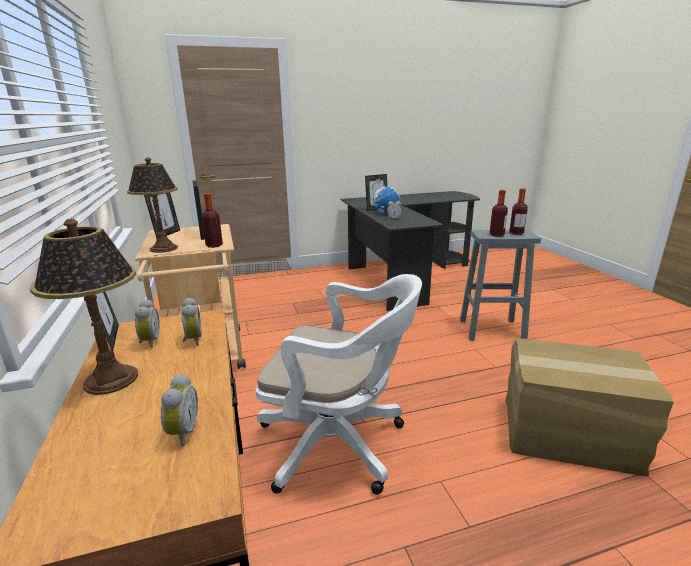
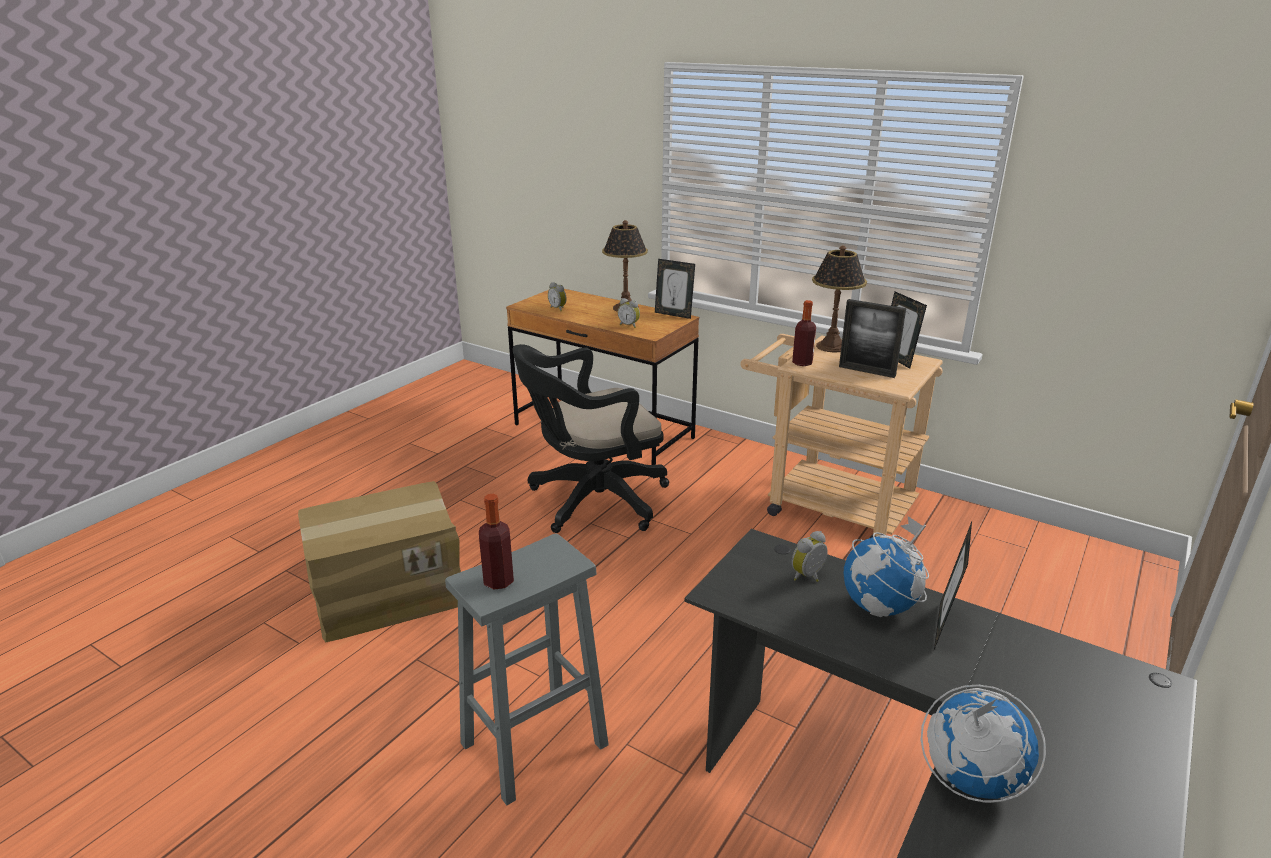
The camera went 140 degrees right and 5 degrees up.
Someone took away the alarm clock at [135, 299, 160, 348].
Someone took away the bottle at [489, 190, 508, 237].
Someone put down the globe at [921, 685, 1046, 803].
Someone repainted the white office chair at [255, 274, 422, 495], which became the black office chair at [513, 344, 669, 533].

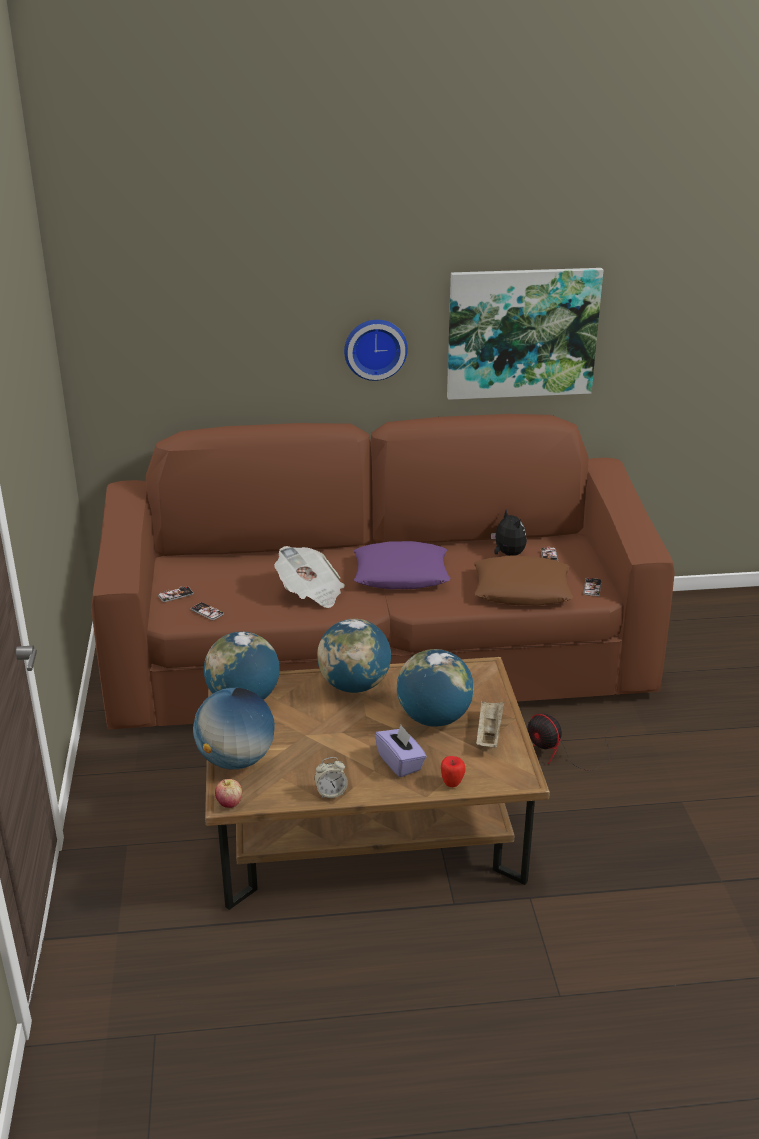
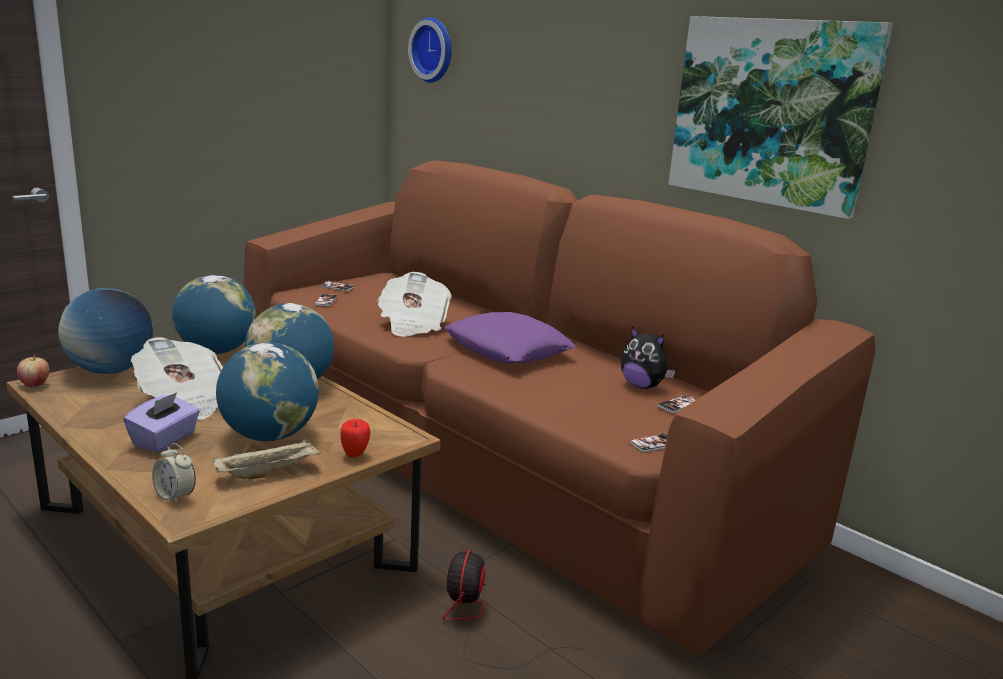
The camera went 50 degrees right and 10 degrees down.
Someone took away the brown pillow at [474, 555, 574, 606].
Someone put down the newspaper at [131, 337, 223, 420].
Someone carried the alarm clock from [314, 757, 348, 799] to [152, 443, 196, 505].
Someone carried the wall clock from [344, 320, 408, 381] to [408, 17, 452, 83].
Someone carried the apple from [441, 756, 465, 787] to [340, 419, 370, 458].
Someone rotated the plush toy at [491, 509, 527, 556] by 105 degrees clockwise.

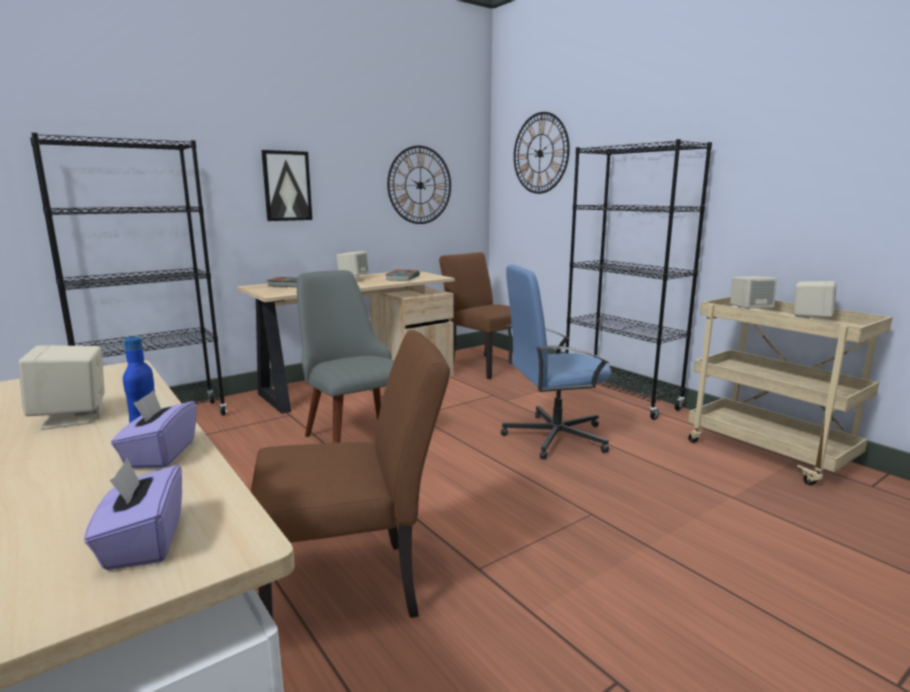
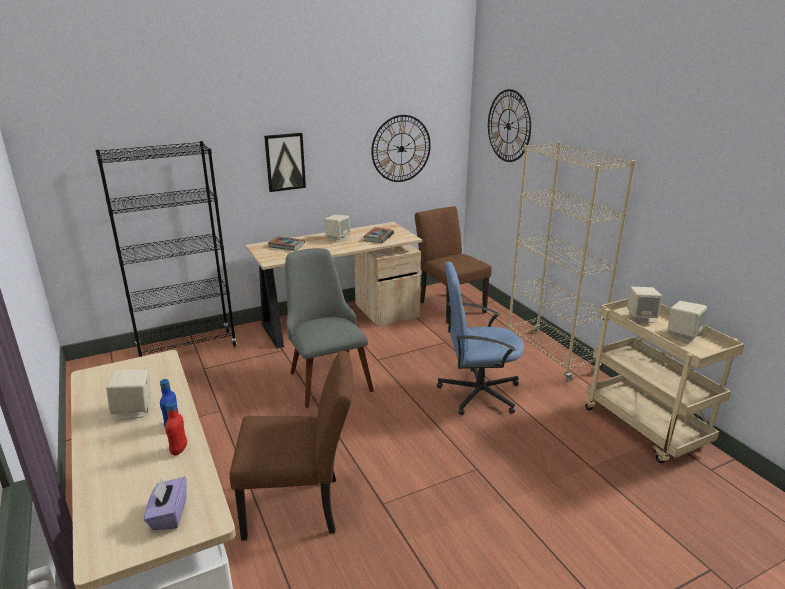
The camera went 10 degrees right and 10 degrees up.
Someone swapped the purple tissue box at [111, 390, 196, 468] for the red bottle at [165, 401, 187, 455].
Someone repainted the black bookcase at [565, 139, 712, 420], which became the beige bookcase at [508, 142, 635, 383].

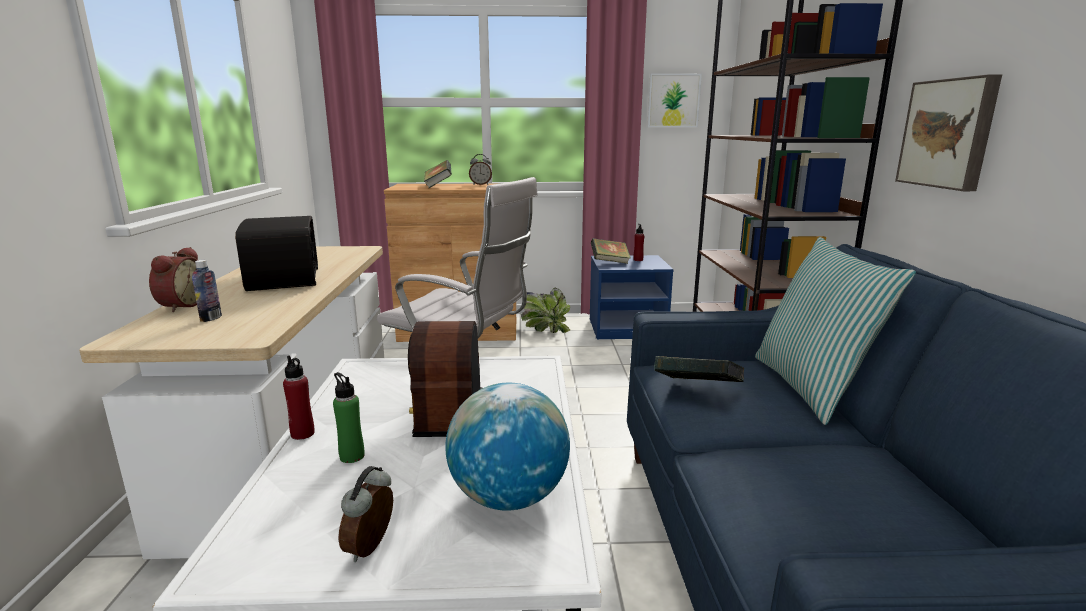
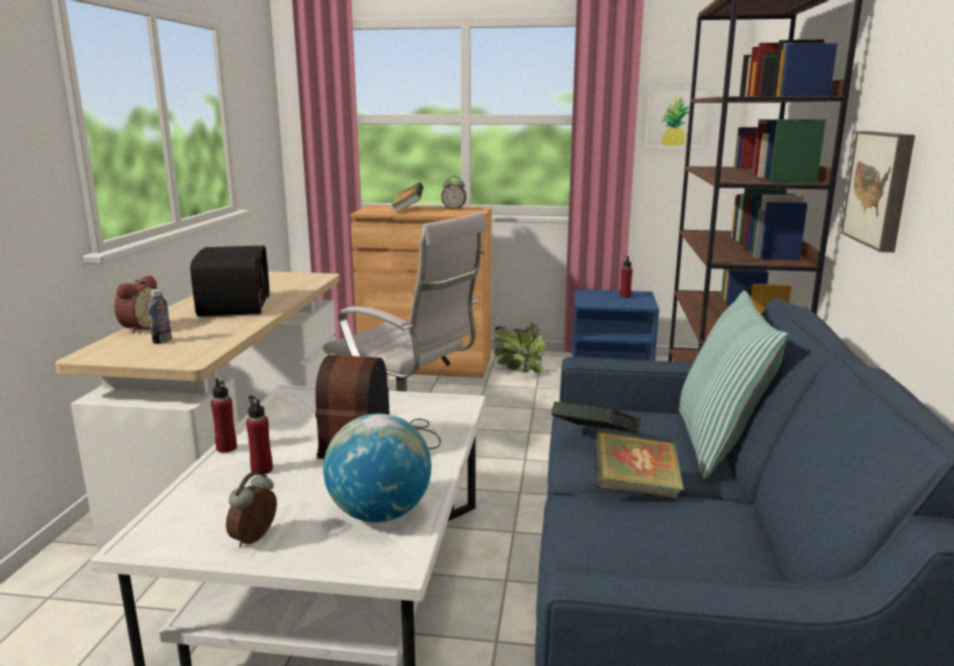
The camera went 10 degrees right and 0 degrees up.
Someone carried the book from [591, 238, 631, 264] to [593, 431, 684, 499].
Someone repainted the green bottle at [333, 372, 364, 463], which became the red bottle at [246, 396, 273, 475].

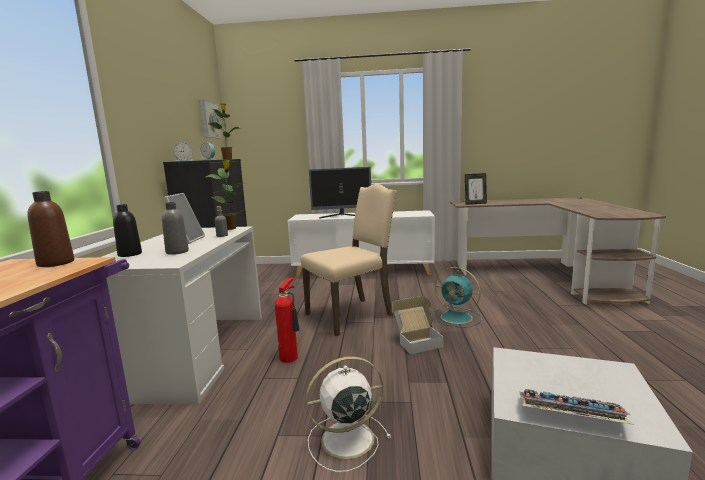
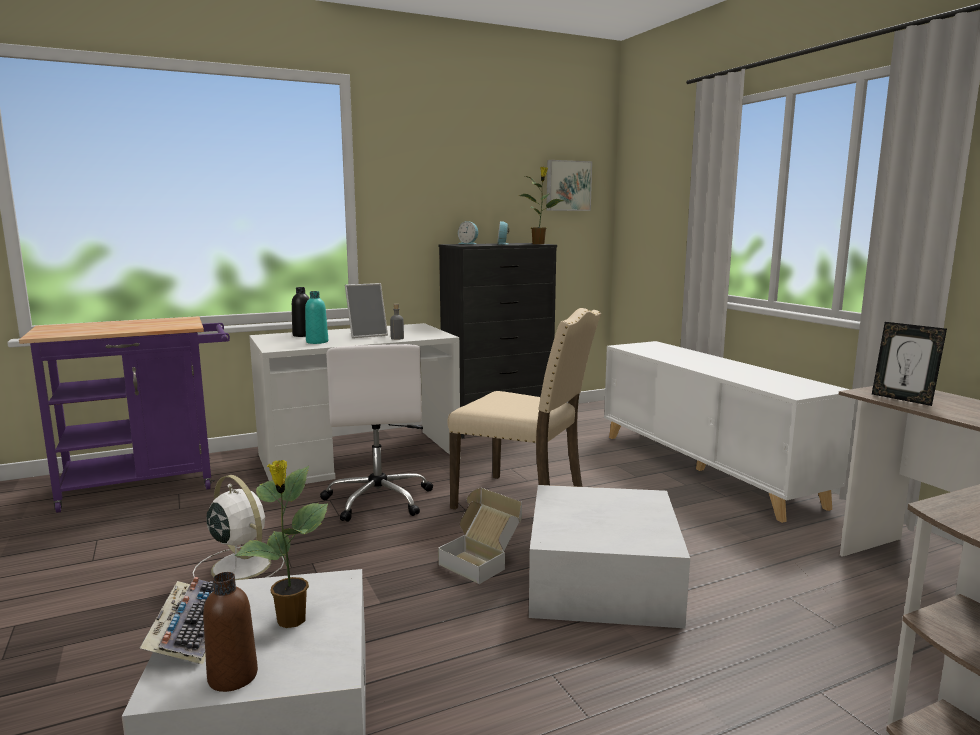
The camera went 60 degrees right and 0 degrees up.
Someone took away the monitor at [309, 167, 371, 219].
Someone carried the brown bottle from [27, 191, 74, 267] to [203, 572, 258, 692].
Someone carried the potted plant from [206, 160, 245, 230] to [235, 460, 328, 628].
Someone swapped the fire extinguisher at [275, 278, 300, 363] for the white office chair at [320, 344, 433, 522].
Someone swapped the turquoise fan at [433, 267, 481, 328] for the white storage box at [529, 485, 690, 628].
Someone repainted the grey bottle at [162, 202, 189, 255], which became the turquoise bottle at [305, 291, 328, 344].

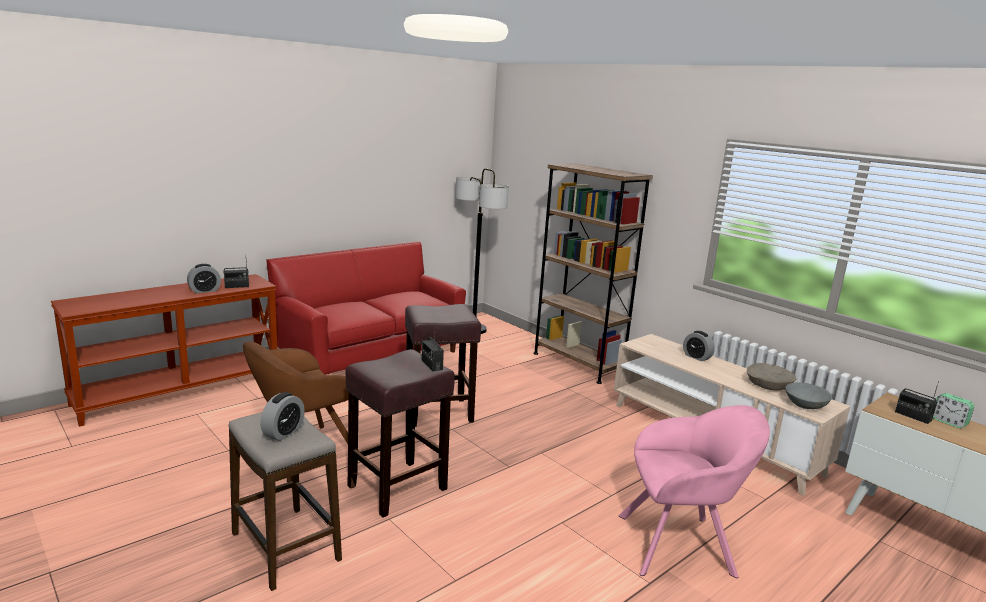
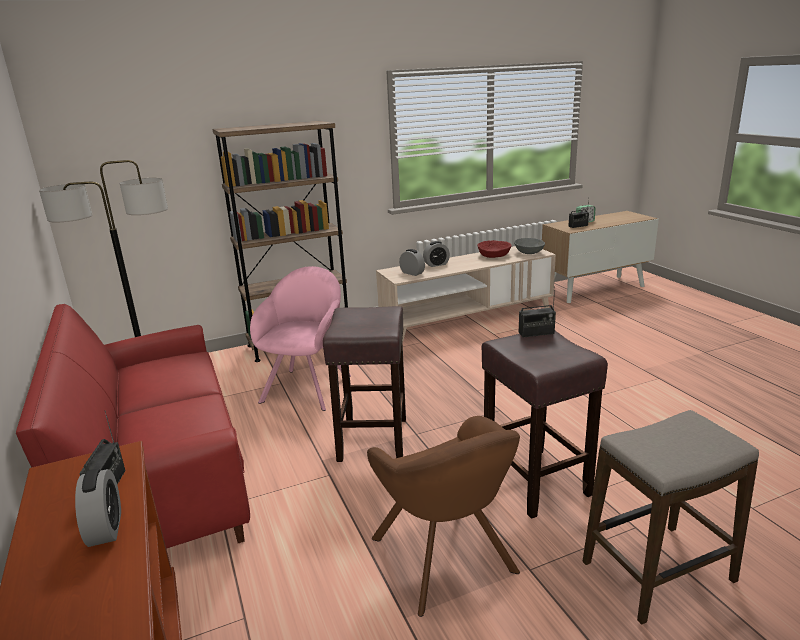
The camera went 70 degrees left and 5 degrees up.
Someone carried the alarm clock from [260, 392, 305, 441] to [399, 249, 425, 276].
Someone carried the pink armchair from [619, 405, 770, 578] to [250, 266, 351, 411].
Someone repainted the beige bowl at [747, 363, 796, 390], which became the red bowl at [477, 240, 512, 258].

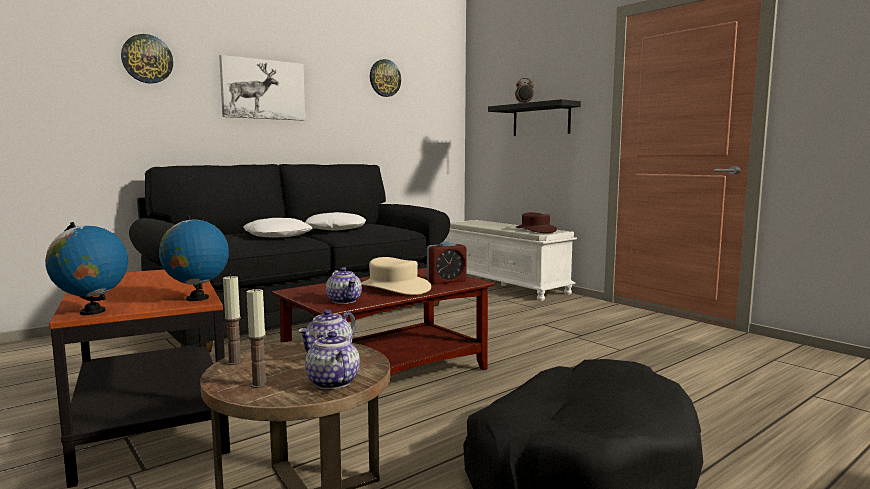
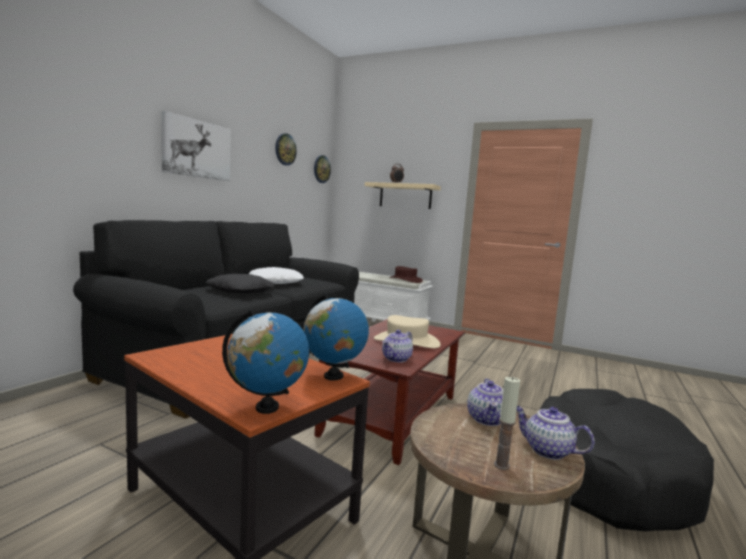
The camera went 25 degrees left and 0 degrees up.
Someone took away the candle at [223, 275, 243, 365].
Someone took away the alarm clock at [427, 241, 467, 284].
Someone carried the wall clock from [121, 34, 173, 84] to [314, 155, 331, 183].
Someone repainted the white pillow at [243, 218, 313, 237], which became the black pillow at [206, 274, 275, 294].
Someone repainted the black shelf at [488, 99, 581, 136], which became the beige shelf at [365, 182, 441, 209].
Someone rotated the teapot at [326, 267, 362, 304] by 90 degrees clockwise.

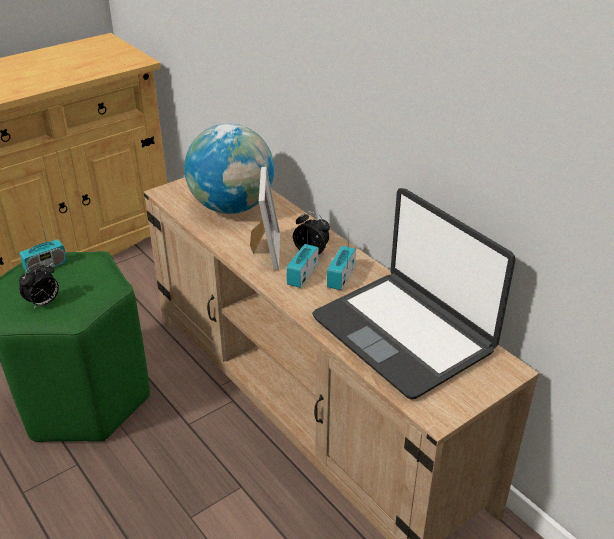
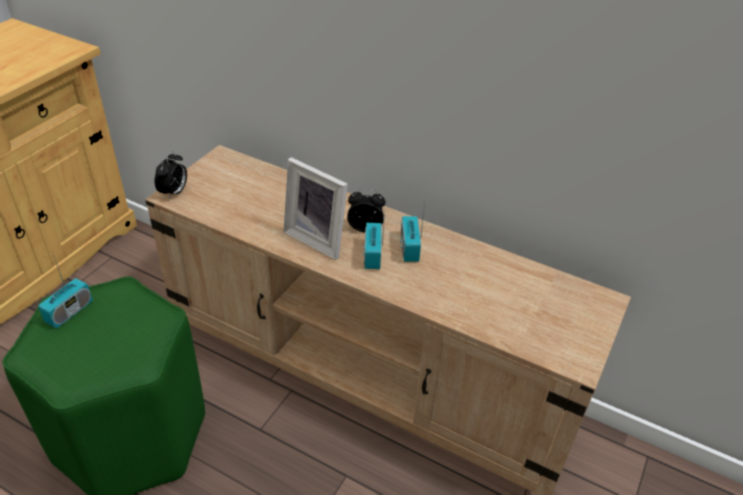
The camera went 25 degrees left and 5 degrees up.
Someone took away the globe at [184, 123, 274, 214].
Someone took away the laptop at [312, 188, 516, 400].
Someone carried the alarm clock from [19, 262, 59, 309] to [155, 151, 187, 200].
Someone rotated the picture frame at [250, 167, 280, 270] by 150 degrees clockwise.

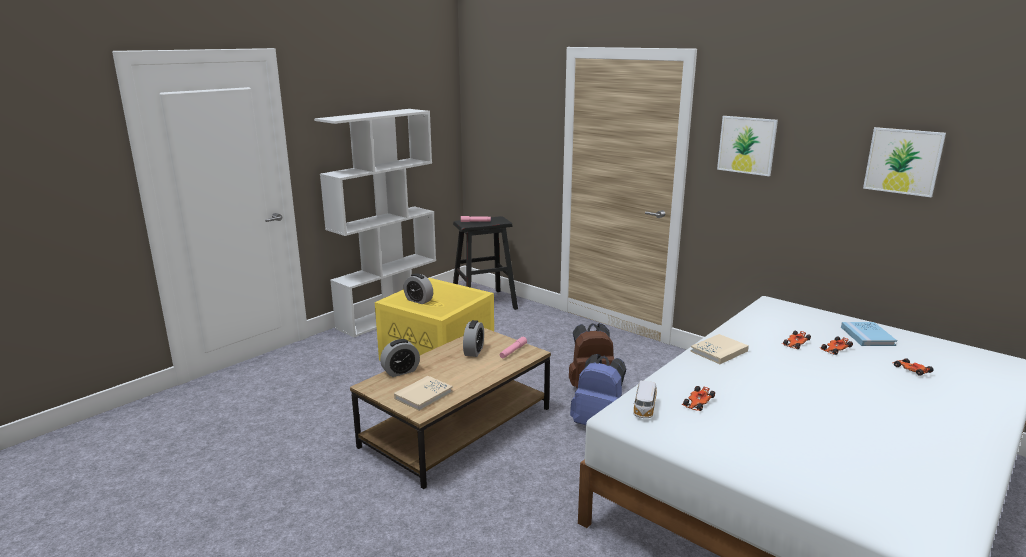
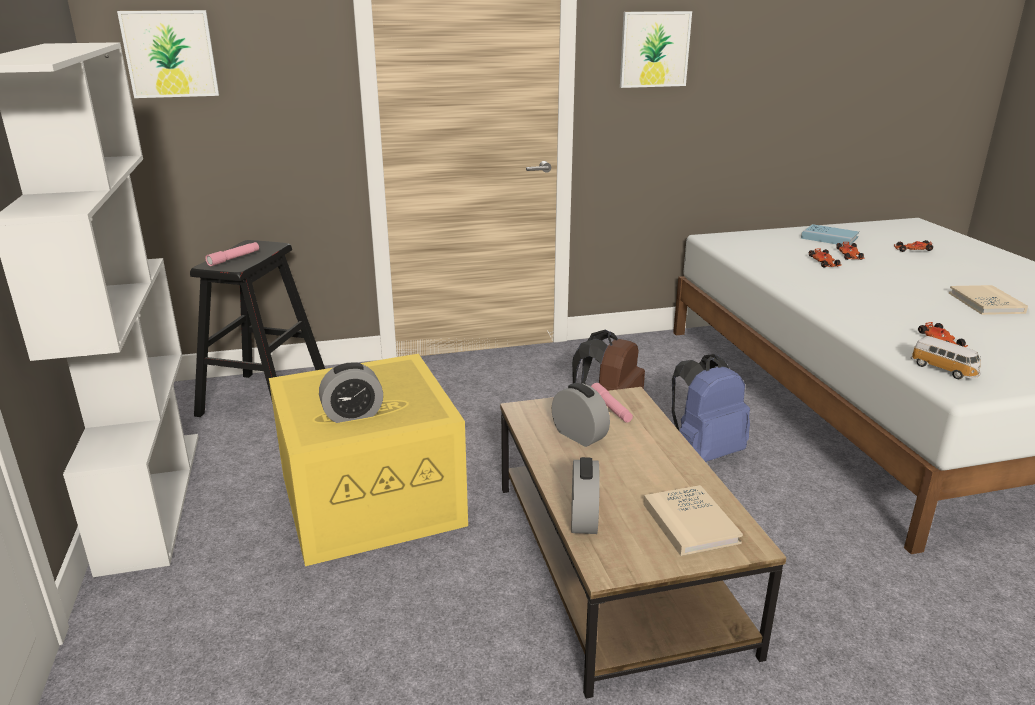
The camera went 55 degrees left and 5 degrees up.
Someone carried the beige book from [690, 334, 749, 364] to [949, 285, 1028, 315].
Someone carried the picture from [863, 127, 946, 197] to [117, 10, 219, 98].

